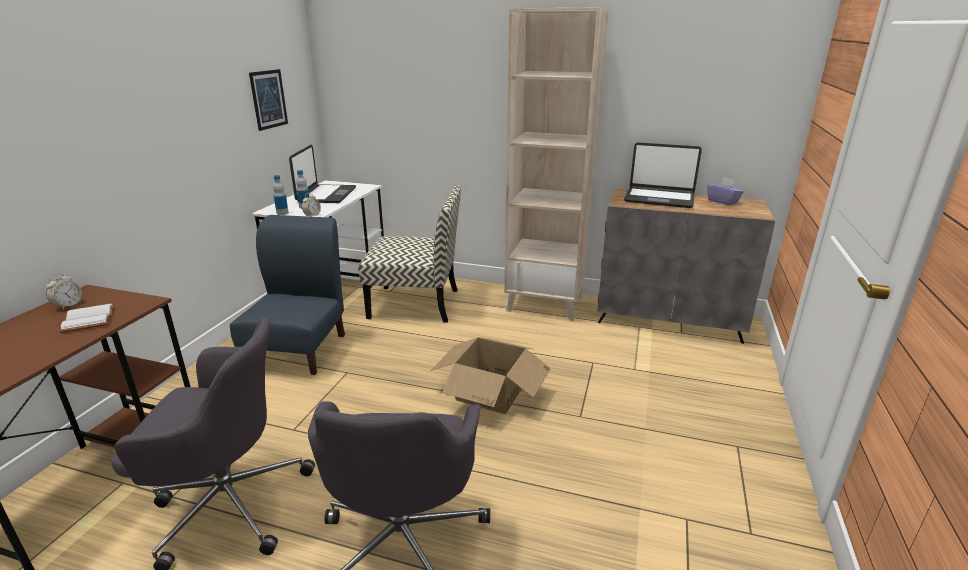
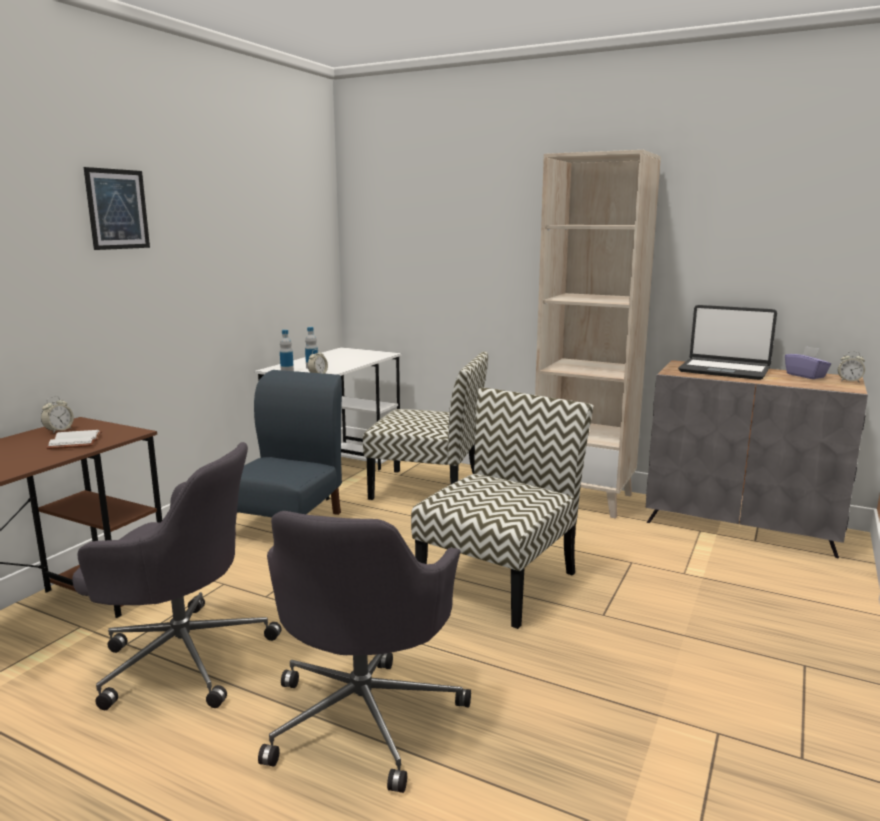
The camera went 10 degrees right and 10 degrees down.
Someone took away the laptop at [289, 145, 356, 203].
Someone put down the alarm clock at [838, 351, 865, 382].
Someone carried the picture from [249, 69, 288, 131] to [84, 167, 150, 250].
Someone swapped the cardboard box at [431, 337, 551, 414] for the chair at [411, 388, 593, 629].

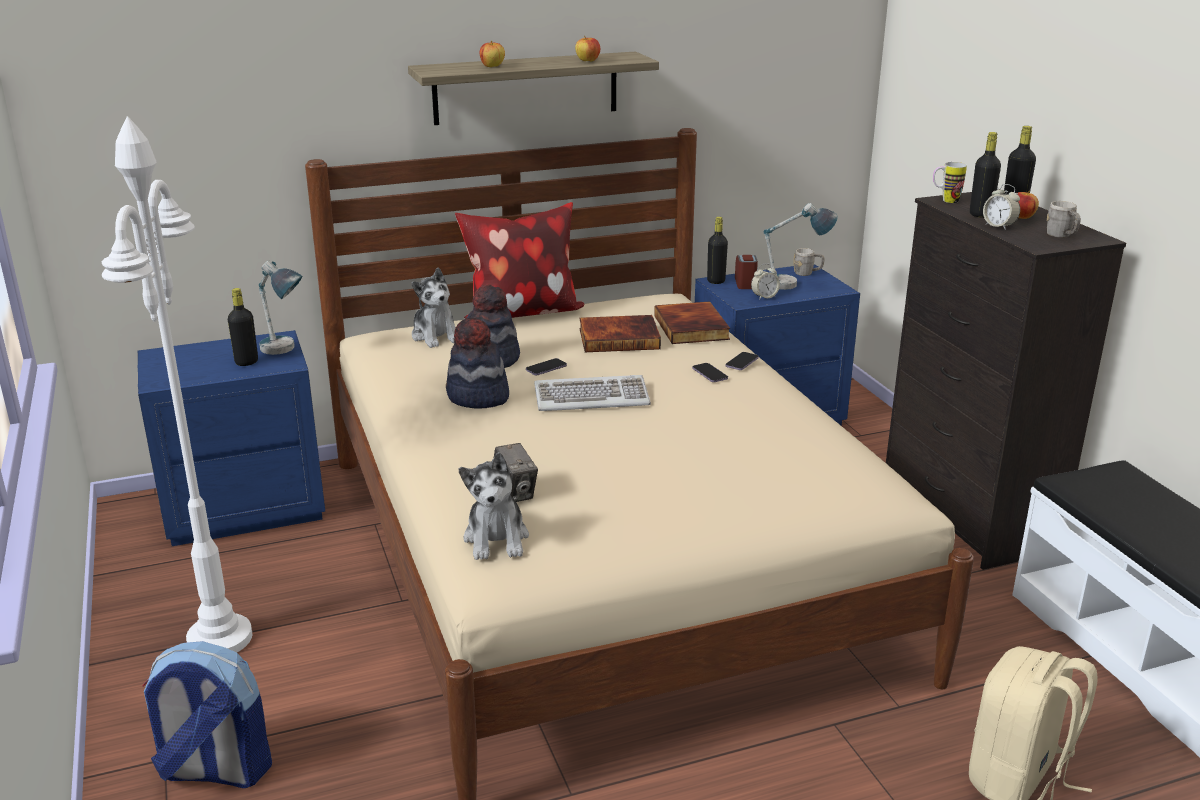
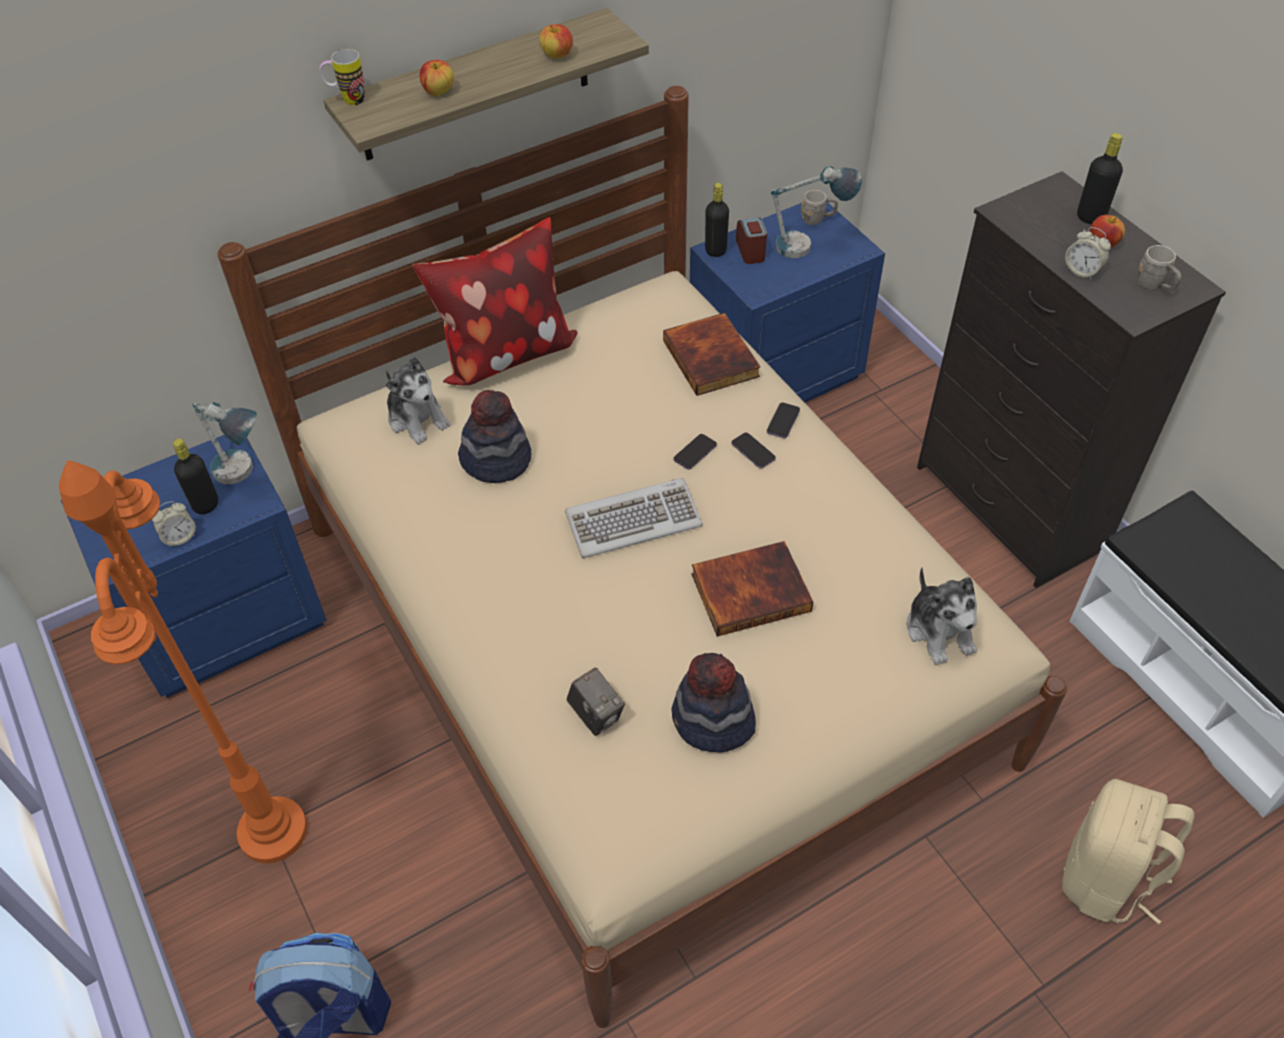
The camera went 10 degrees left and 25 degrees up.
Someone took away the black bottle at [970, 132, 1001, 218].
Someone carried the hat from [446, 317, 509, 409] to [672, 653, 756, 753].
Someone carried the plush toy from [459, 452, 529, 560] to [907, 567, 977, 665].
Someone carried the phone from [526, 358, 567, 375] to [673, 434, 717, 470].
Someone carried the book from [579, 315, 661, 352] to [691, 541, 813, 637].
Someone carried the alarm clock from [751, 263, 780, 300] to [152, 501, 196, 548].
Someone carried the mug from [933, 162, 967, 203] to [319, 49, 364, 105].
Someone repainted the white floor lamp at [102, 116, 252, 652], which became the orange floor lamp at [59, 460, 307, 863].

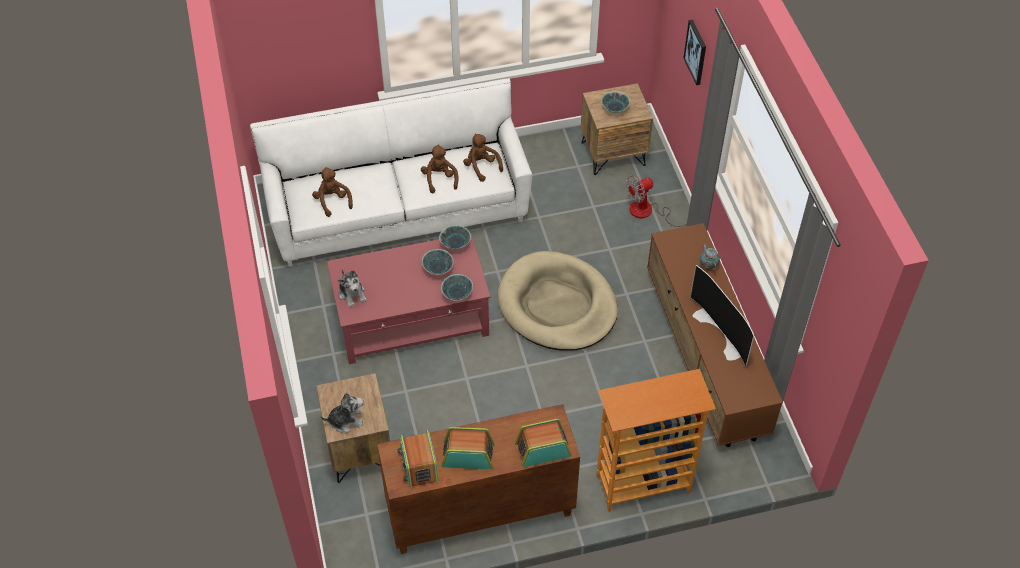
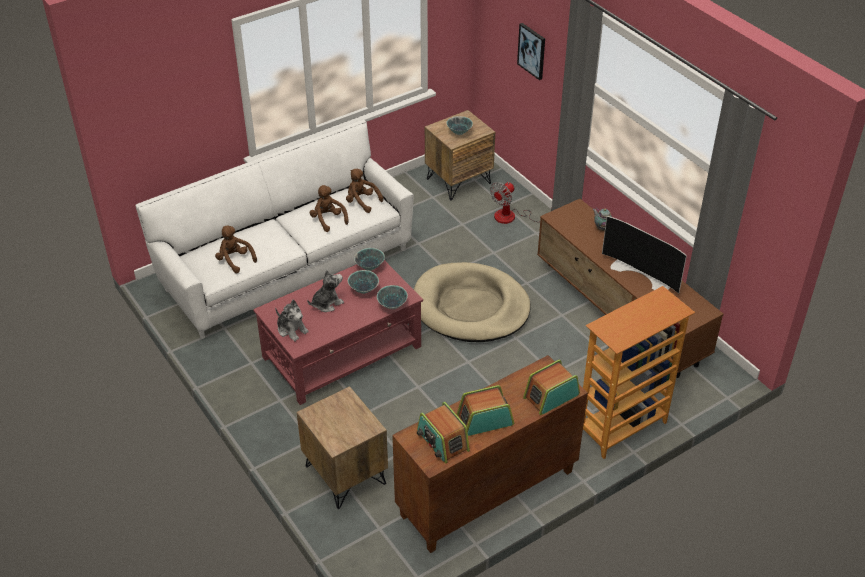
The camera went 20 degrees left and 10 degrees down.
Someone carried the plush toy from [321, 393, 364, 433] to [307, 270, 344, 312].

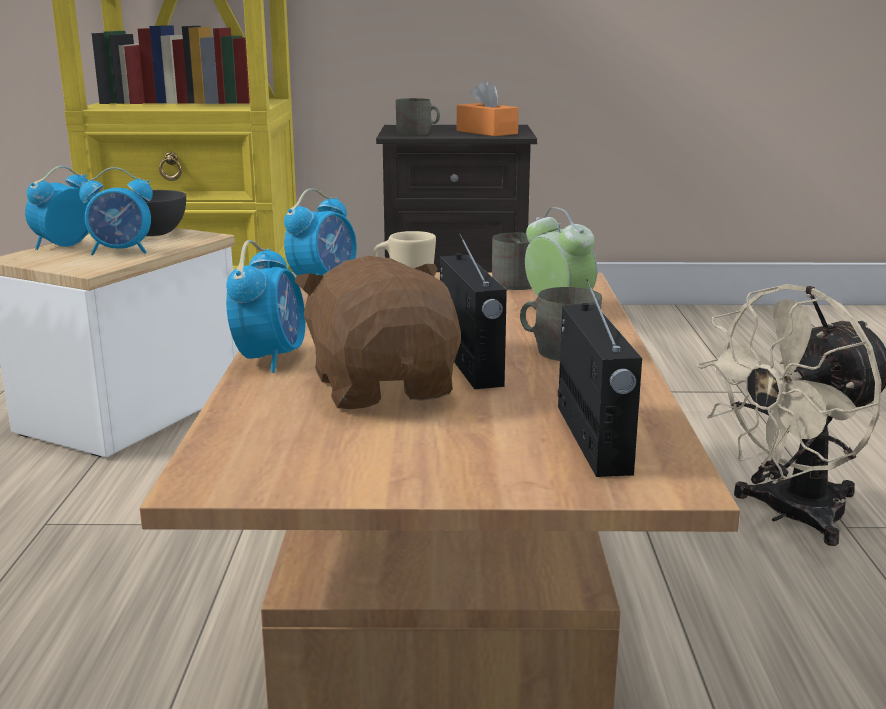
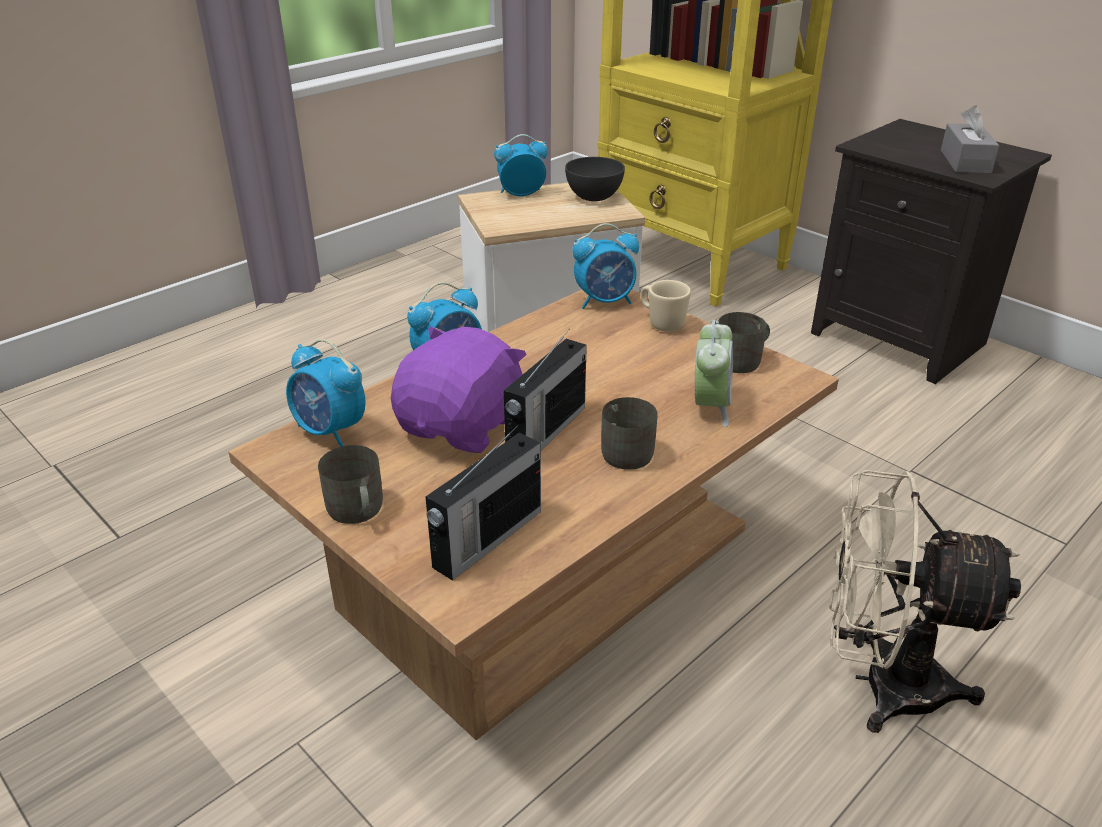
The camera went 45 degrees right and 15 degrees up.
Someone carried the alarm clock from [79, 167, 153, 256] to [286, 339, 366, 447].
Someone carried the grey mug from [396, 98, 440, 135] to [318, 445, 383, 524].
Someone repainted the brown plush toy at [294, 256, 461, 409], which became the purple plush toy at [391, 326, 526, 453].
Someone repainted the orange tissue box at [457, 80, 519, 136], which became the grey tissue box at [941, 105, 999, 174].

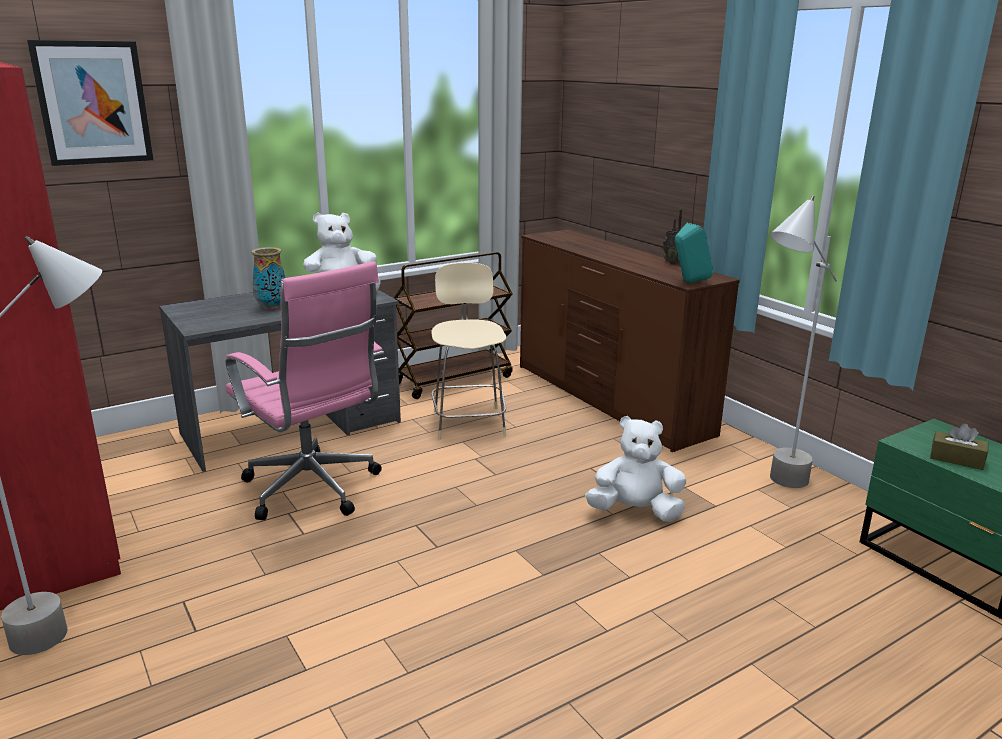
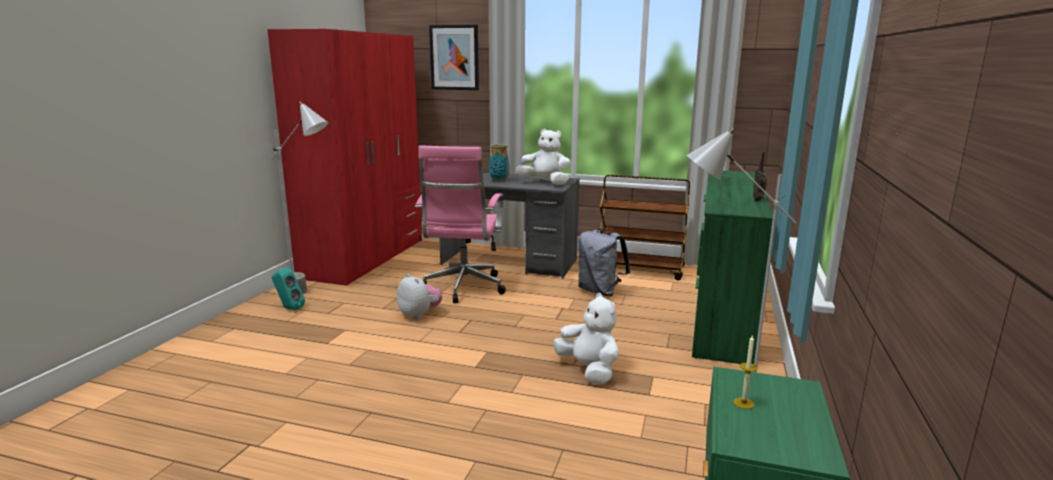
The camera went 50 degrees right and 5 degrees down.
Someone put down the plush toy at [397, 273, 442, 319].
Someone carried the turquoise speaker from [675, 223, 713, 283] to [272, 267, 305, 310].
Someone swapped the beige chair at [431, 263, 507, 440] for the grey backpack at [578, 229, 630, 296].
Someone swapped the brown tissue box at [930, 424, 988, 470] for the candle at [733, 334, 758, 409].
Someone repainted the brown dresser at [520, 229, 740, 452], which became the green dresser at [692, 171, 773, 364].

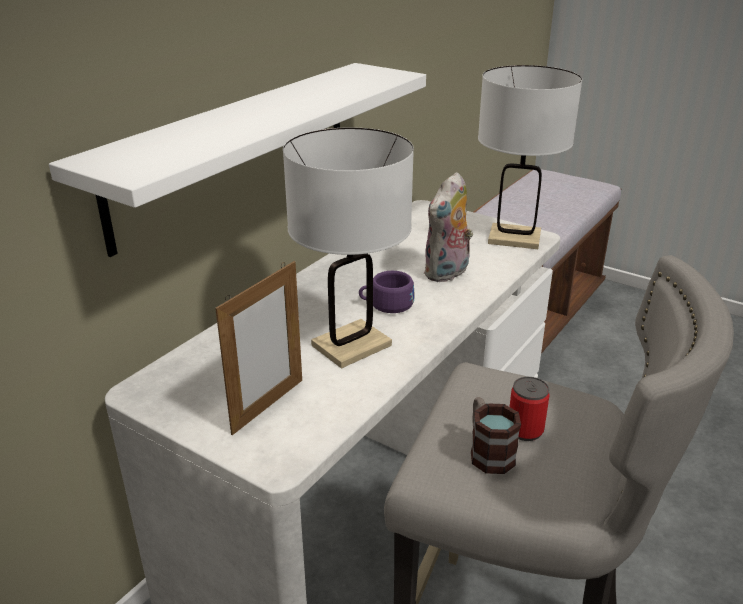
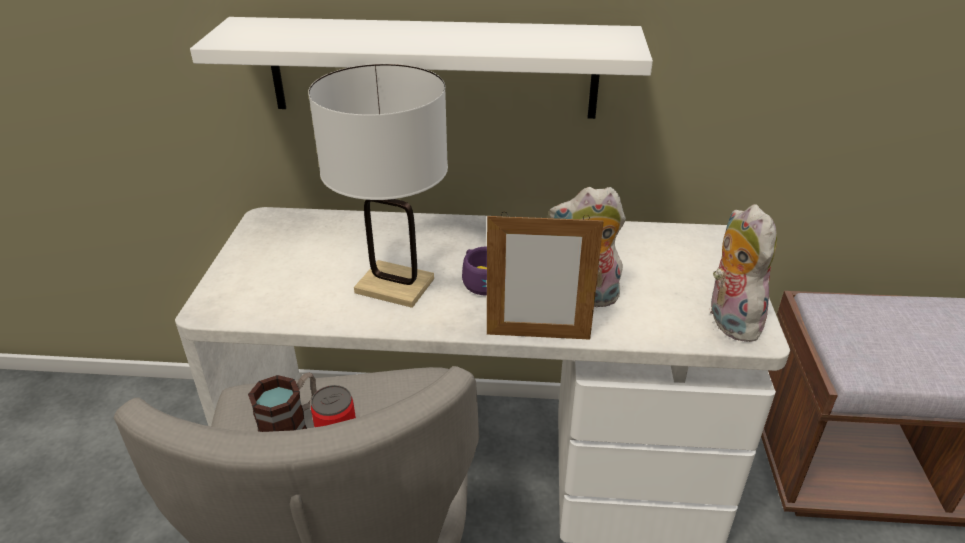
The camera went 60 degrees right and 5 degrees up.
Someone carried the picture frame from [215, 261, 302, 435] to [487, 212, 604, 340].
Someone swapped the white table lamp at [478, 65, 582, 249] for the plush toy at [710, 204, 777, 342].

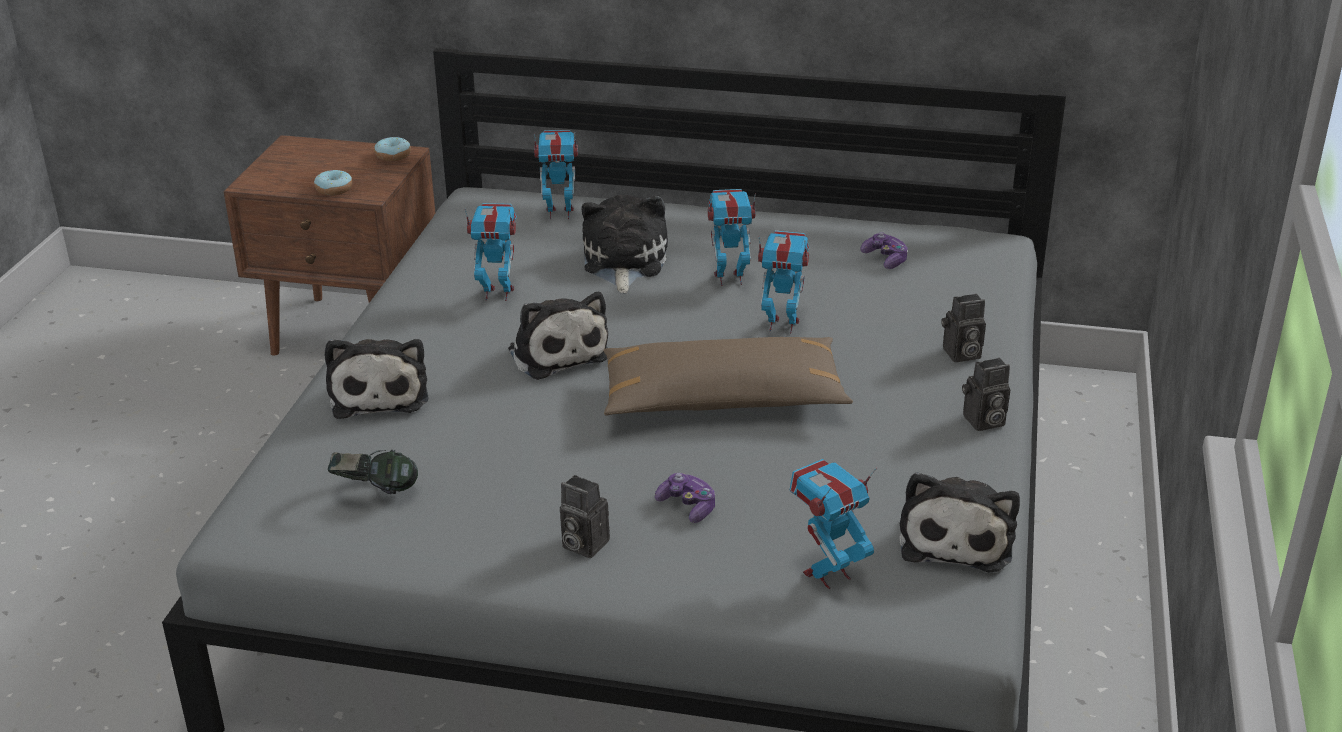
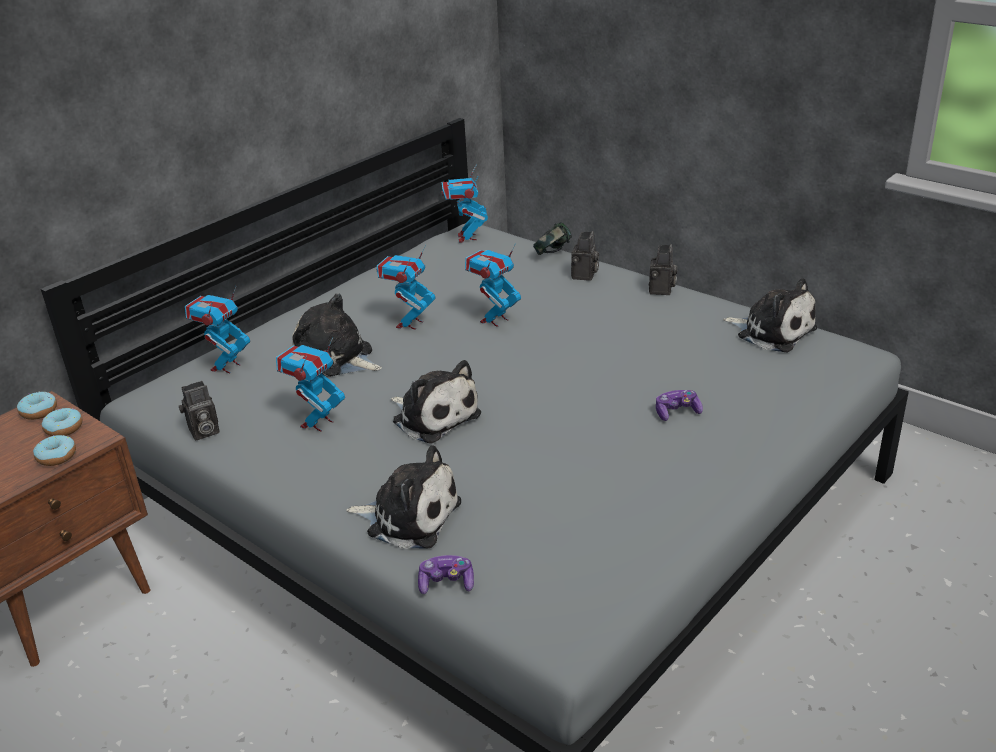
The camera went 60 degrees left and 0 degrees up.
Someone took away the brown pillow at [603, 337, 853, 416].
Someone put down the donut at [41, 408, 82, 436].
Someone carried the headphones from [328, 450, 418, 494] to [533, 222, 572, 255].
Someone carried the photo camera from [560, 475, 610, 558] to [179, 381, 220, 440].
Someone carried the toy robot from [790, 459, 877, 589] to [441, 164, 488, 243].
Someone carried the game controller from [860, 232, 908, 269] to [418, 555, 474, 594].
Someone rotated the plush toy at [508, 292, 608, 380] by 45 degrees clockwise.

